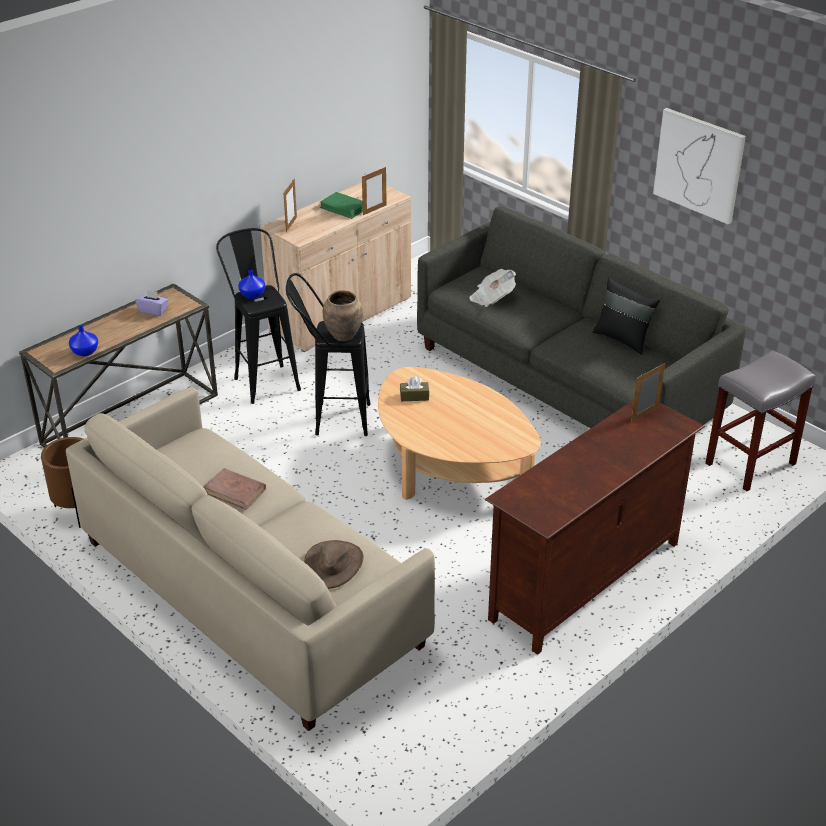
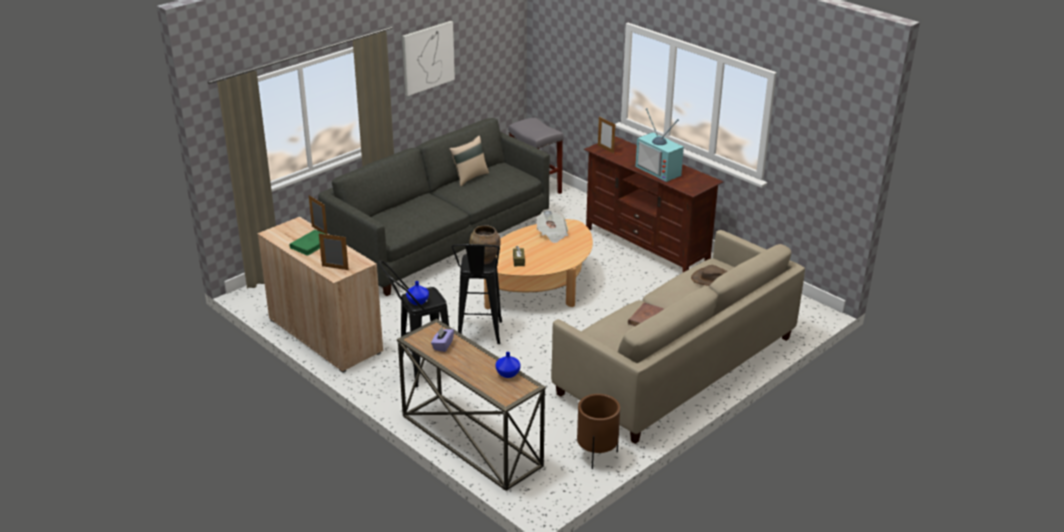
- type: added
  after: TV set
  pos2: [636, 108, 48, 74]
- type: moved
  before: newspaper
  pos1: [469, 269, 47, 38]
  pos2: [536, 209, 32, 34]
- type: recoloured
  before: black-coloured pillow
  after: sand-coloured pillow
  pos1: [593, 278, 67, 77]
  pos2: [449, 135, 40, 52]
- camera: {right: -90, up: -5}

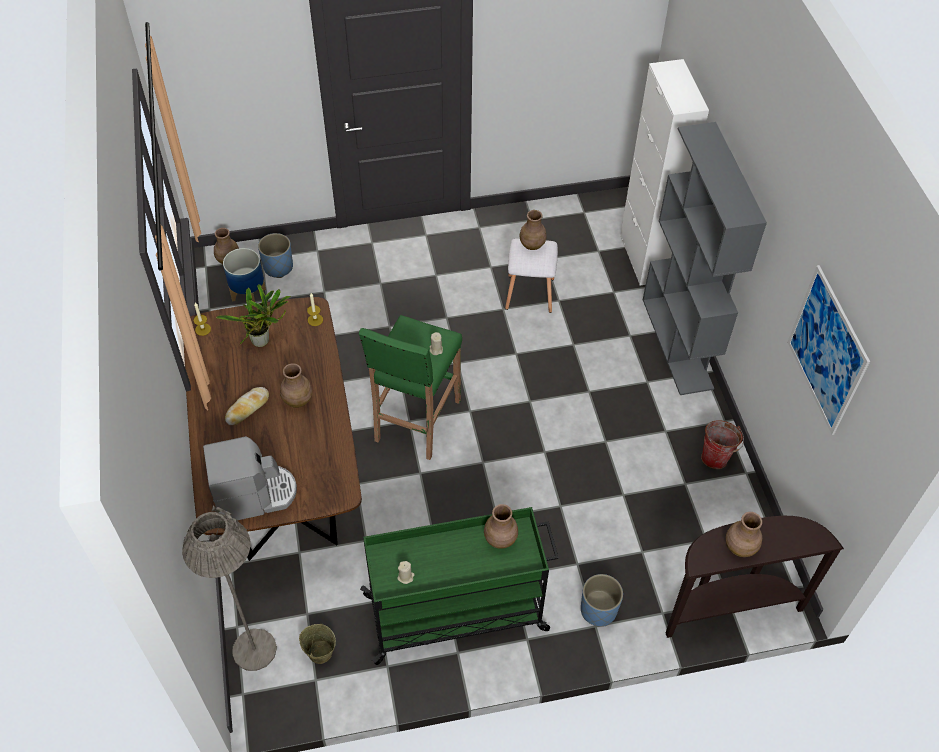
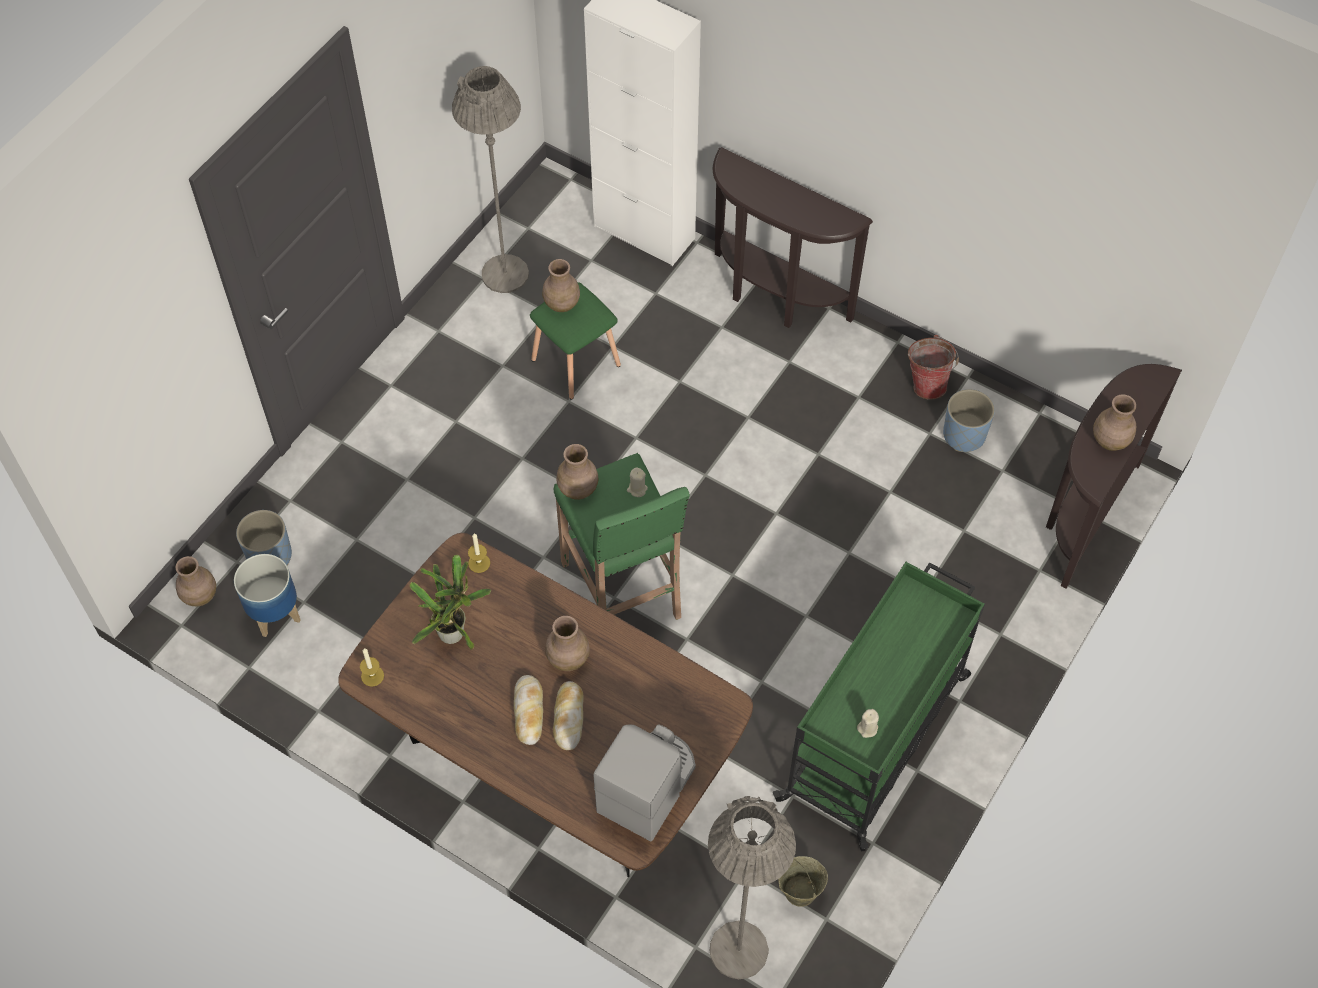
- type: removed
  before: wall picture
  pos1: [788, 265, 82, 170]
- type: added
  after: greyish standard lamp
  pos2: [452, 66, 77, 227]
- type: added
  after: bread
  pos2: [553, 681, 31, 69]
- type: moved
  before: brown-coloured flower vase
  pos1: [484, 504, 34, 45]
  pos2: [556, 444, 43, 56]
- type: moved
  before: blue flower pot
  pos1: [581, 574, 42, 53]
  pos2: [943, 389, 52, 63]
- type: replaced
  before: greyish shelving unit
  after: brown-coloured console table
  pos1: [643, 122, 124, 273]
  pos2: [713, 147, 160, 181]
- type: recoloured
  before: whitish sitting stool
  after: green-coloured sitting stool
  pos1: [505, 238, 53, 75]
  pos2: [530, 282, 91, 117]
- camera: {right: -45, up: 5}

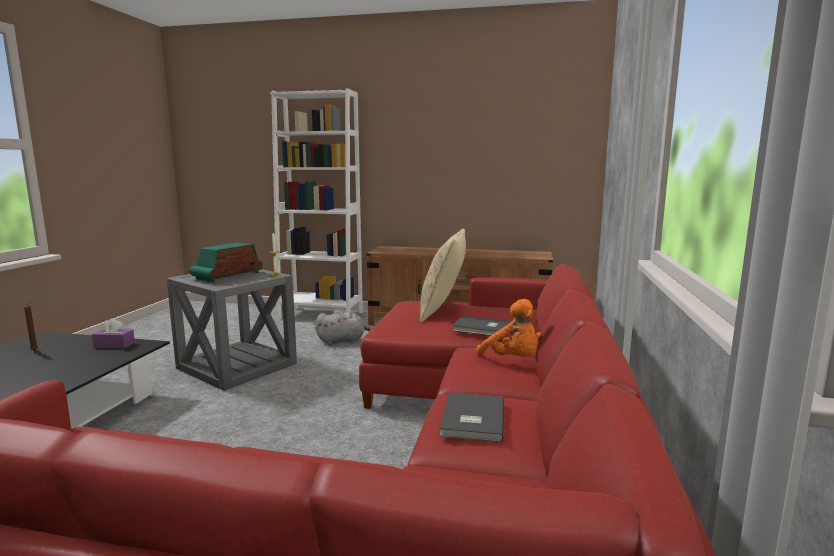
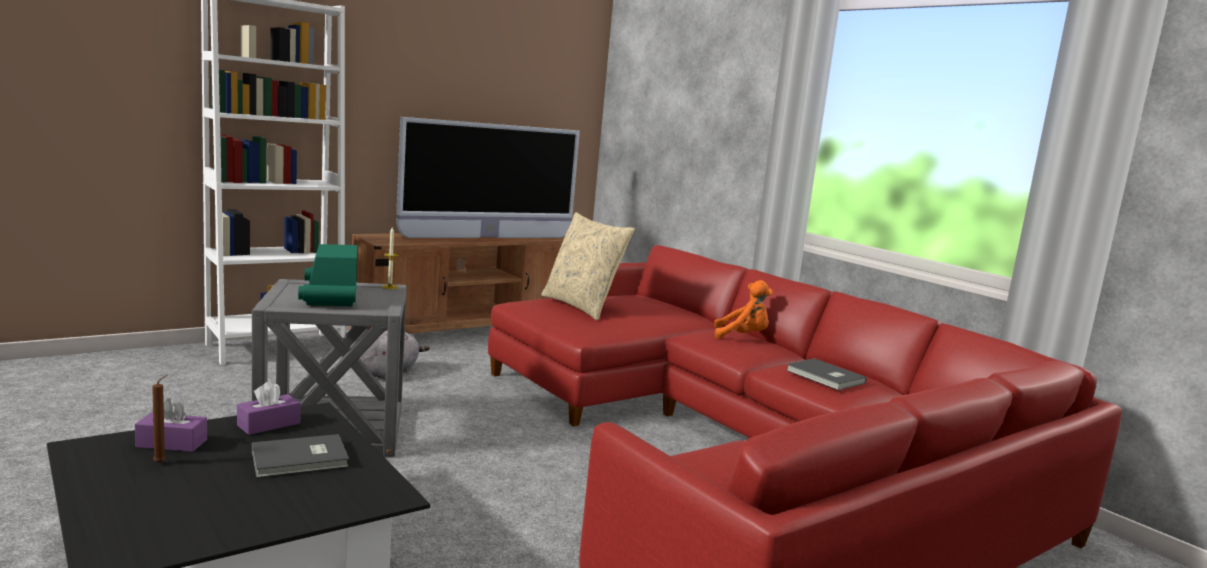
- type: added
  after: purple tissue box
  pos2: [135, 398, 72, 54]
- type: added
  after: TV set
  pos2: [396, 117, 184, 121]
- type: moved
  before: greyish volume
  pos1: [452, 316, 60, 21]
  pos2: [252, 434, 97, 44]
- camera: {right: -50, up: 0}

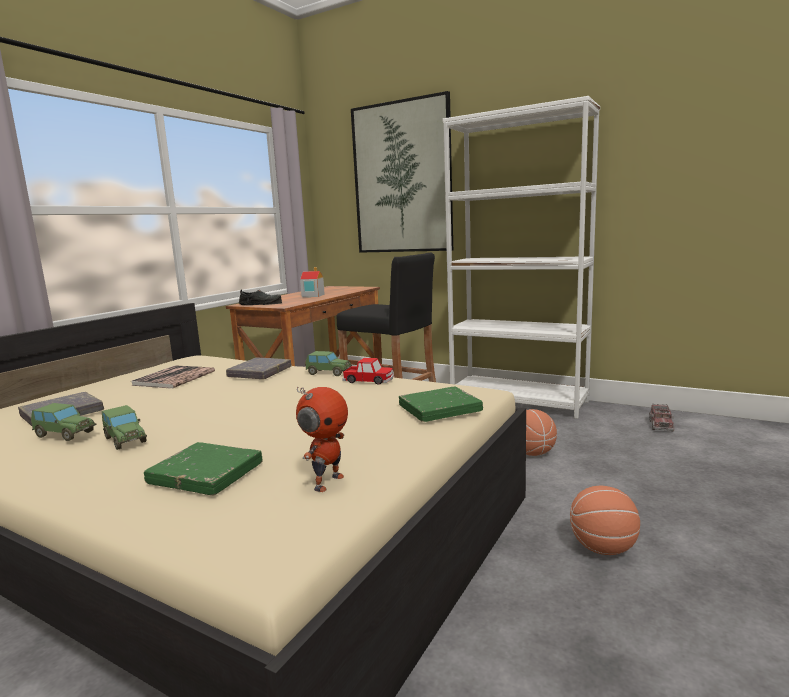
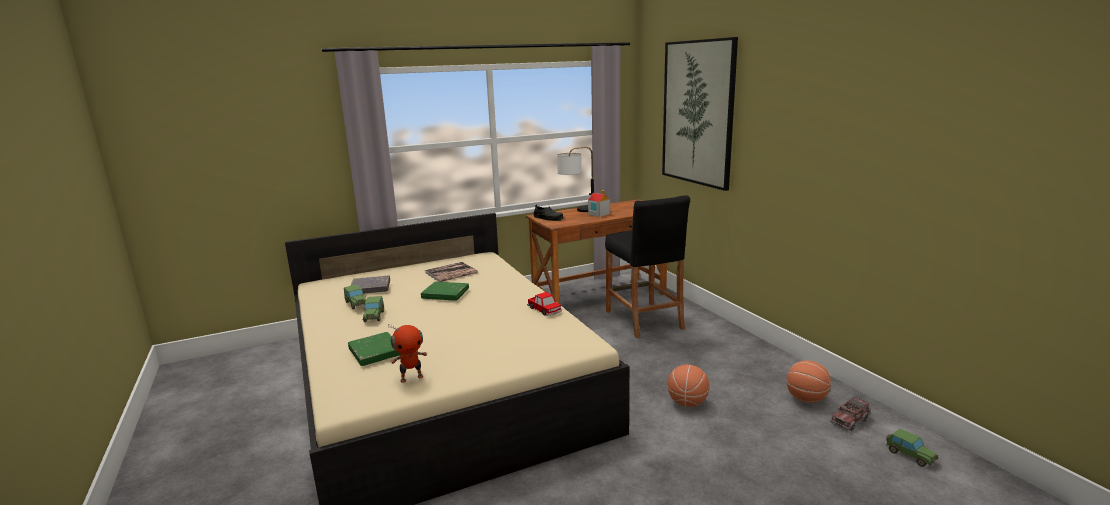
- type: removed
  before: greyish volume
  pos1: [226, 357, 65, 22]
- type: removed
  before: whitish shelving unit
  pos1: [442, 96, 158, 323]
- type: added
  after: lamp for a table
  pos2: [557, 147, 37, 65]
- type: moved
  before: toy car
  pos1: [305, 351, 47, 25]
  pos2: [886, 429, 53, 38]
- type: moved
  before: green-coloured volume
  pos1: [399, 387, 84, 35]
  pos2: [421, 282, 48, 19]
- type: moved
  before: ball for basketball
  pos1: [570, 486, 70, 69]
  pos2: [786, 361, 45, 42]
- camera: {right: 35, up: 5}

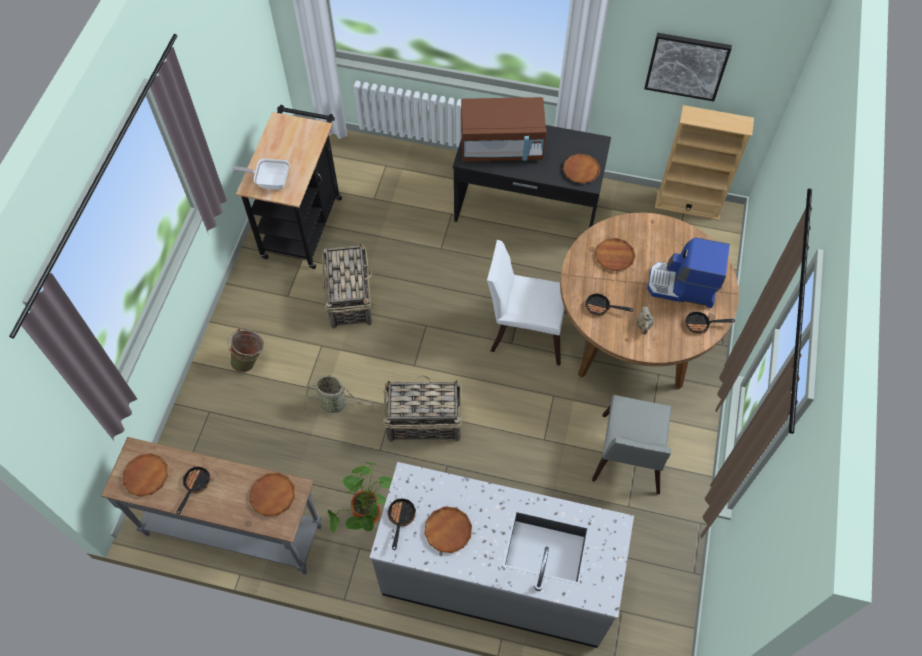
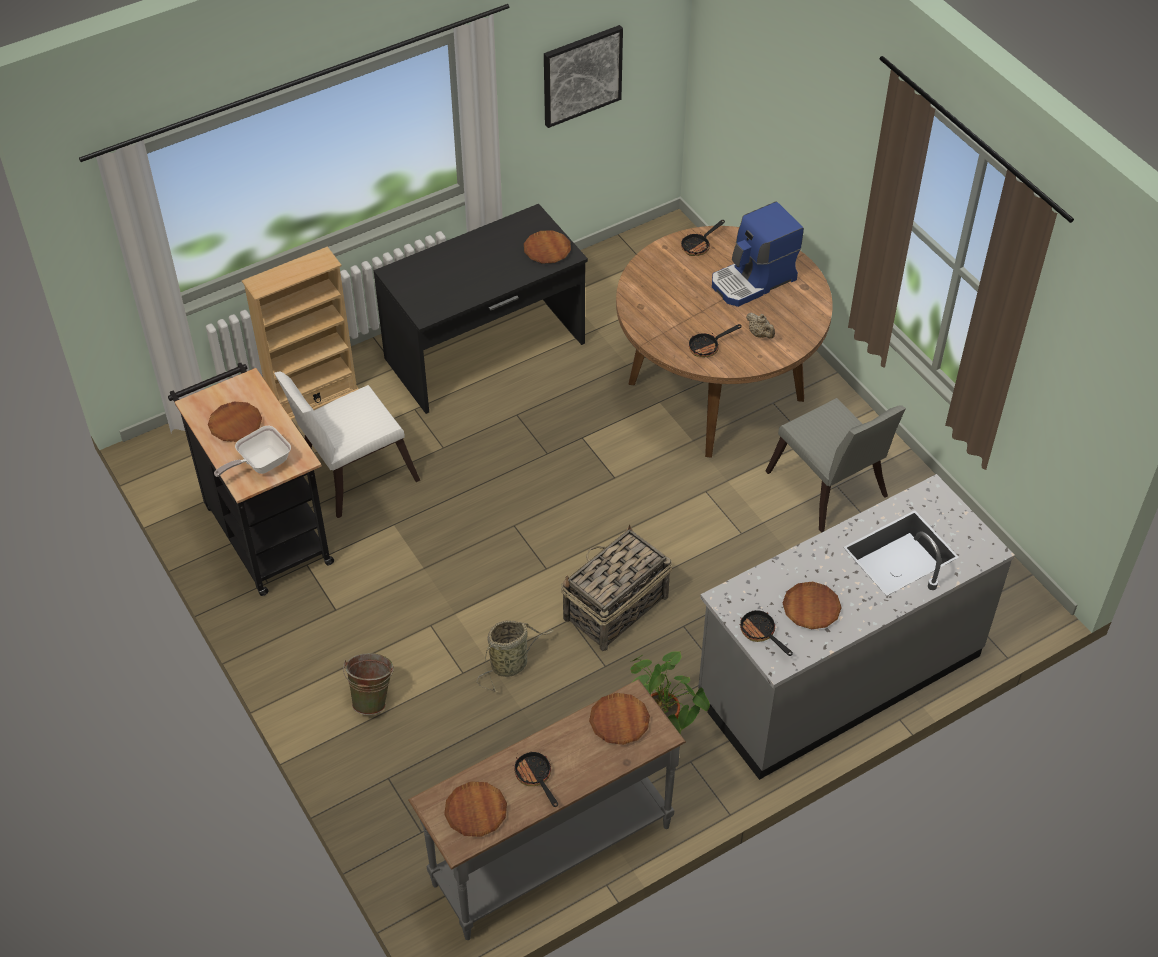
- type: removed
  before: household basket
  pos1: [322, 243, 51, 86]
- type: removed
  before: brown-coloured microwave oven
  pos1: [461, 97, 86, 65]
- type: moved
  before: whitish upright chair
  pos1: [487, 240, 80, 126]
  pos2: [274, 371, 146, 147]
- type: moved
  before: brown-coloured dinner plate
  pos1: [595, 238, 40, 33]
  pos2: [208, 402, 54, 40]
- type: moved
  before: sand-coloured shelving unit
  pos1: [655, 105, 99, 115]
  pos2: [242, 246, 117, 174]
- type: moved
  before: frying pan
  pos1: [685, 311, 50, 23]
  pos2: [681, 220, 44, 36]
- camera: {right: -45, up: -10}

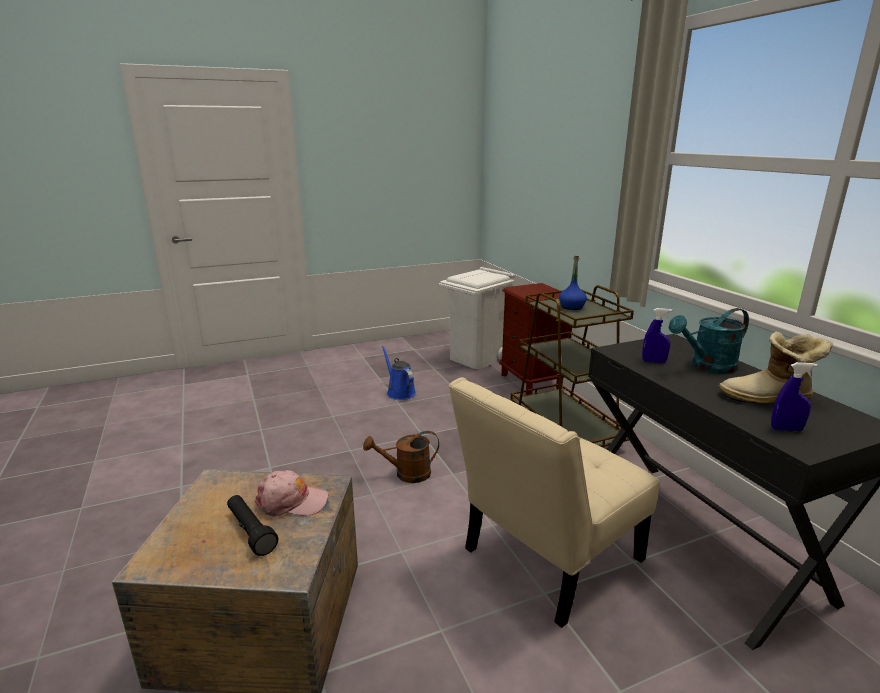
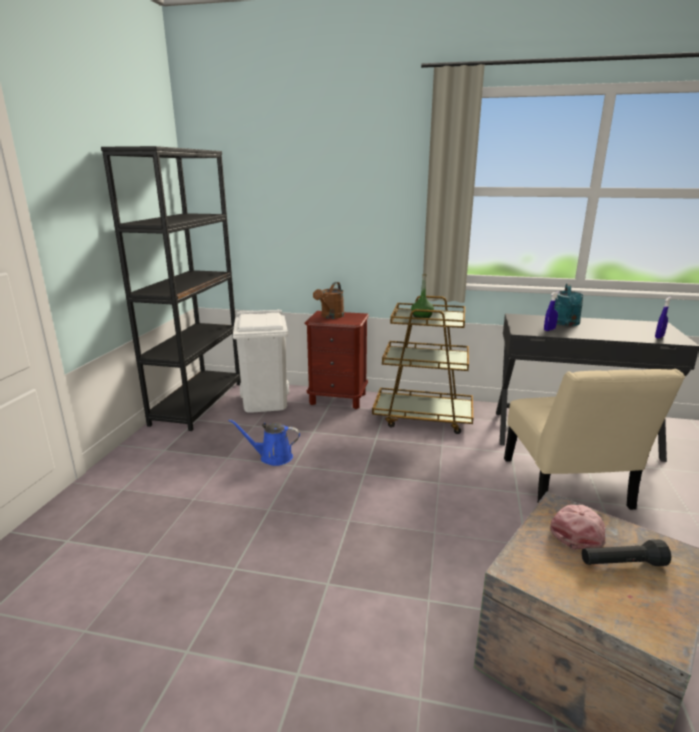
- type: removed
  before: tall boot
  pos1: [719, 332, 114, 72]
- type: added
  after: black-coloured shelving unit
  pos2: [101, 146, 140, 285]
- type: moved
  before: brown-coloured watering pot
  pos1: [363, 431, 76, 52]
  pos2: [313, 282, 31, 37]
- type: recoloured
  before: blue bottle
  after: green-coloured bottle
  pos1: [559, 256, 28, 54]
  pos2: [411, 274, 23, 44]
- camera: {right: -55, up: 0}

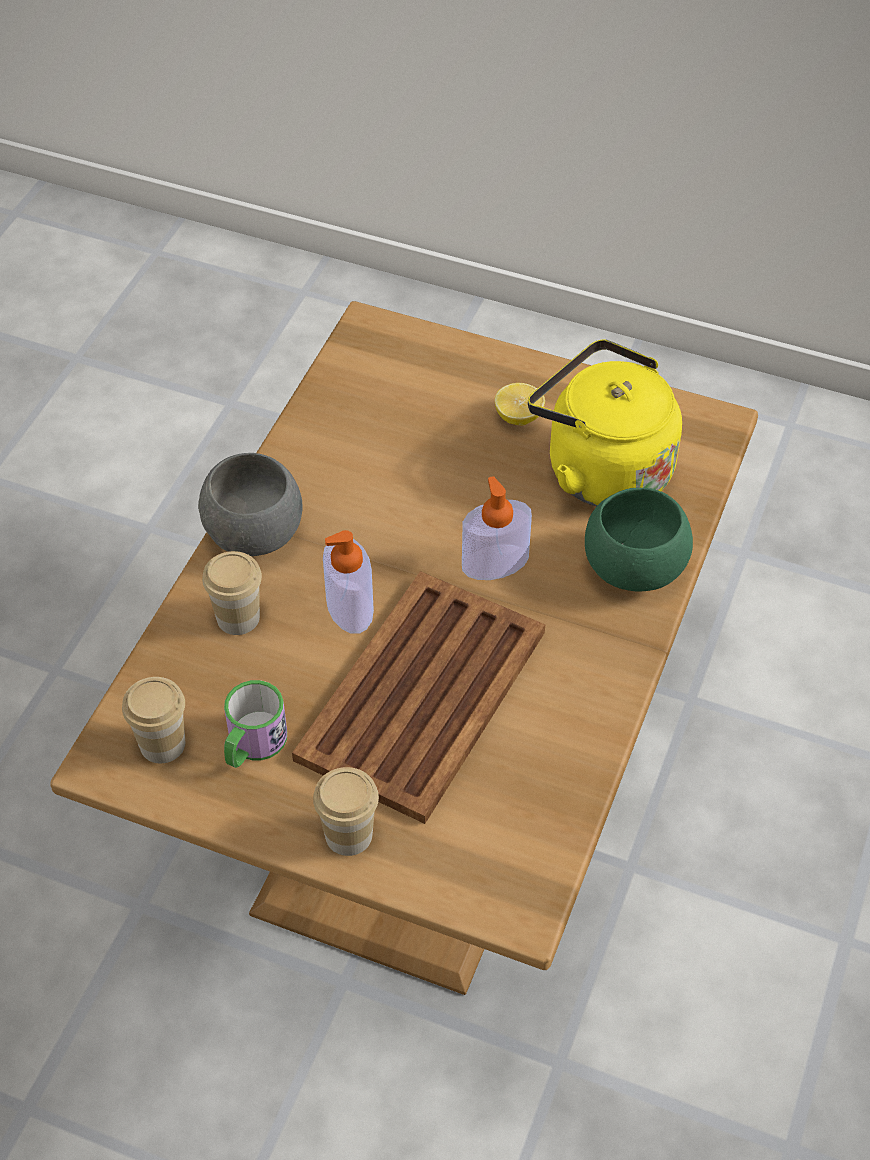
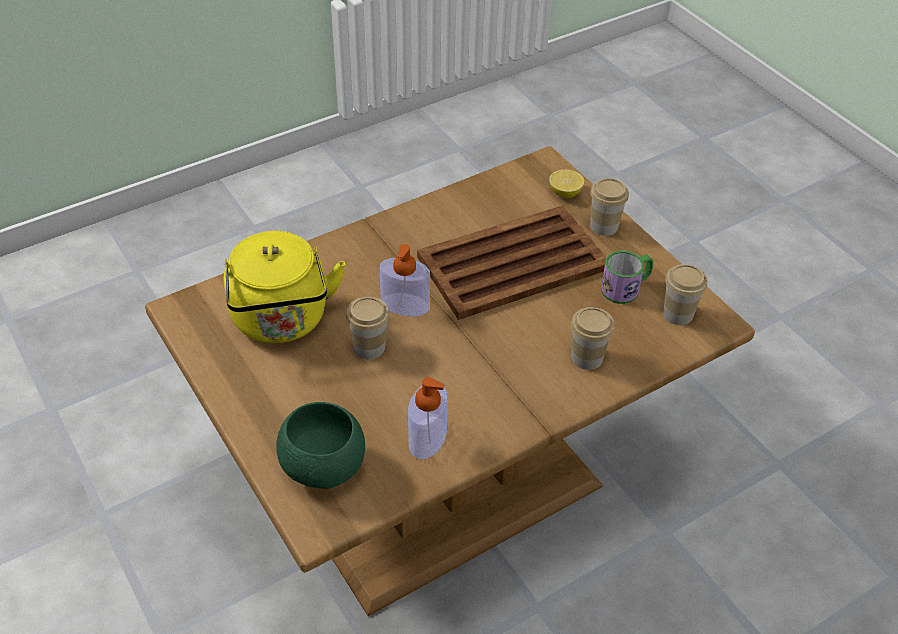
- type: removed
  before: greyish serving bowl
  pos1: [198, 453, 105, 103]
- type: added
  after: drinking cup
  pos2: [346, 297, 44, 62]
- type: moved
  before: liquid soap bottle
  pos1: [323, 530, 51, 104]
  pos2: [408, 377, 40, 82]
- type: moved
  before: citrus fruit
  pos1: [495, 383, 50, 43]
  pos2: [549, 169, 35, 29]
- type: moved
  before: green-coloured serving bowl
  pos1: [585, 488, 108, 104]
  pos2: [276, 402, 89, 87]
- camera: {right: -145, up: -5}

